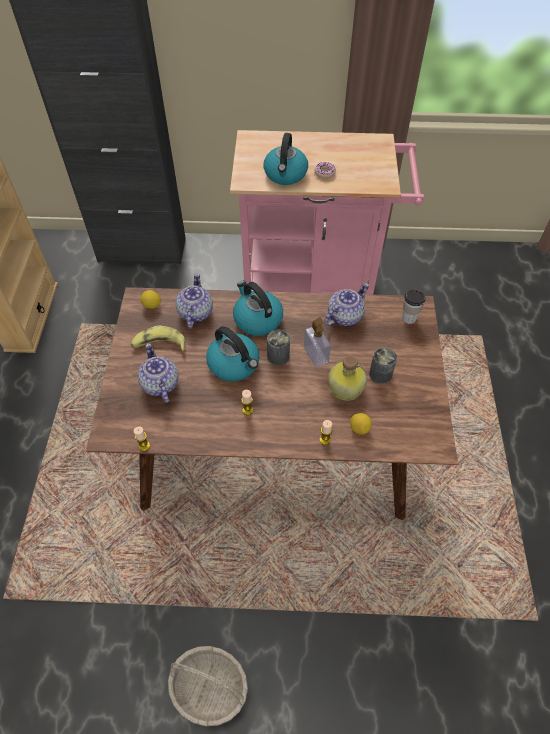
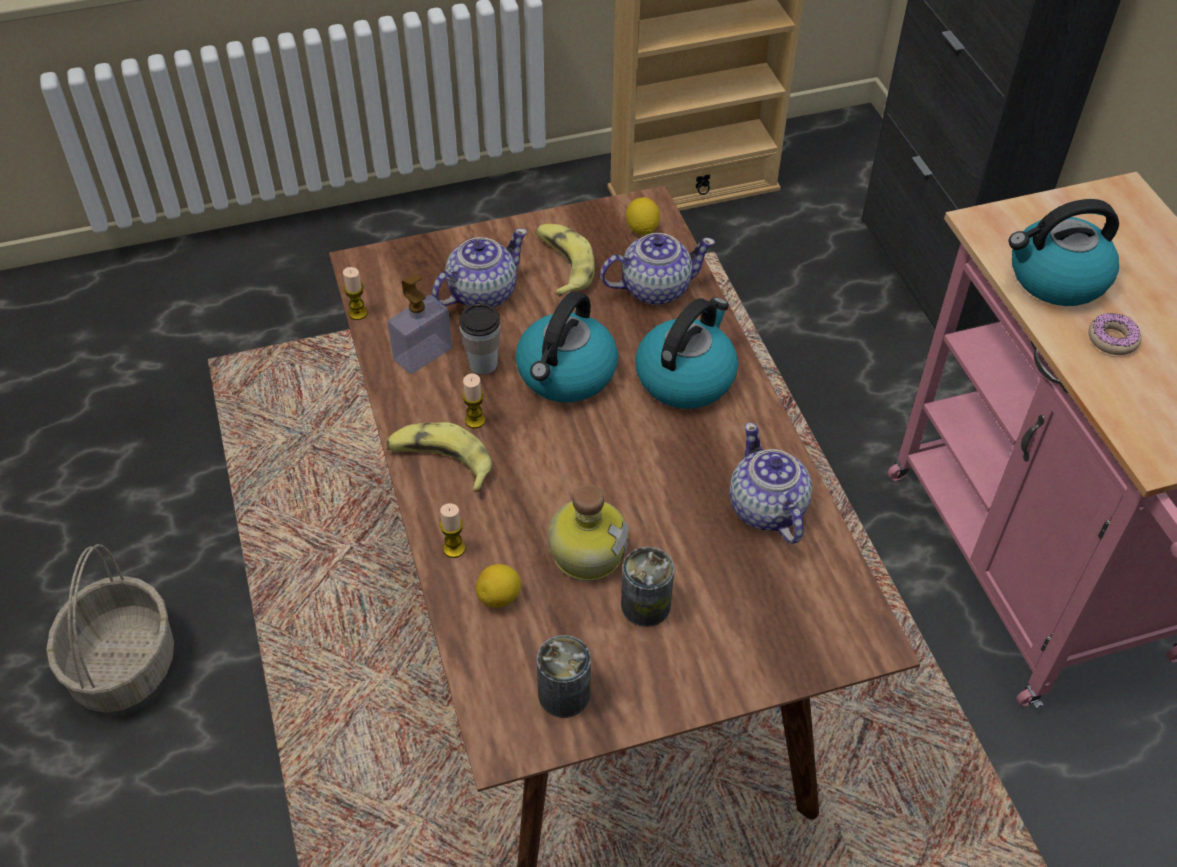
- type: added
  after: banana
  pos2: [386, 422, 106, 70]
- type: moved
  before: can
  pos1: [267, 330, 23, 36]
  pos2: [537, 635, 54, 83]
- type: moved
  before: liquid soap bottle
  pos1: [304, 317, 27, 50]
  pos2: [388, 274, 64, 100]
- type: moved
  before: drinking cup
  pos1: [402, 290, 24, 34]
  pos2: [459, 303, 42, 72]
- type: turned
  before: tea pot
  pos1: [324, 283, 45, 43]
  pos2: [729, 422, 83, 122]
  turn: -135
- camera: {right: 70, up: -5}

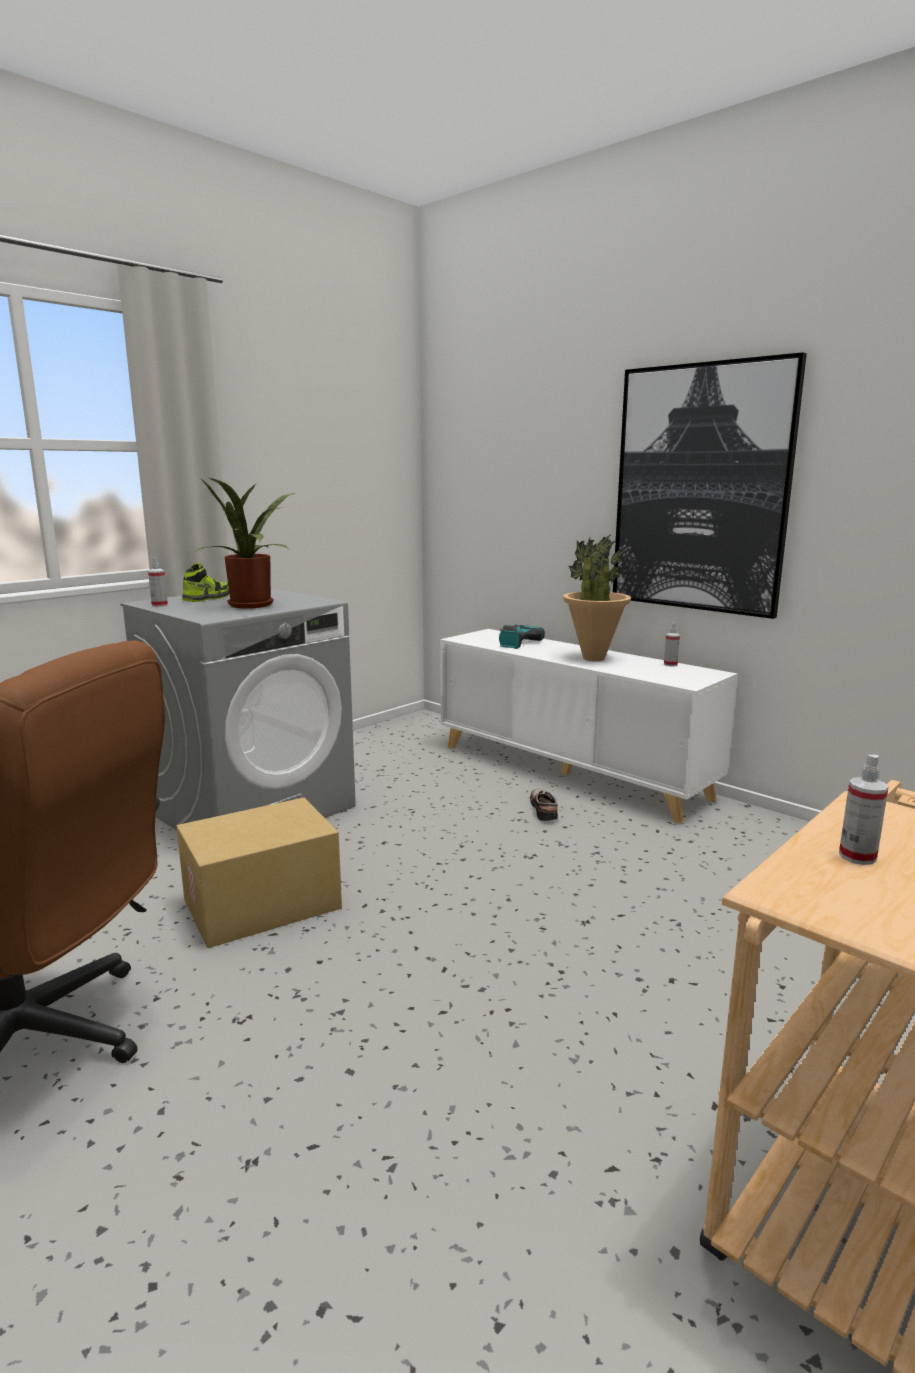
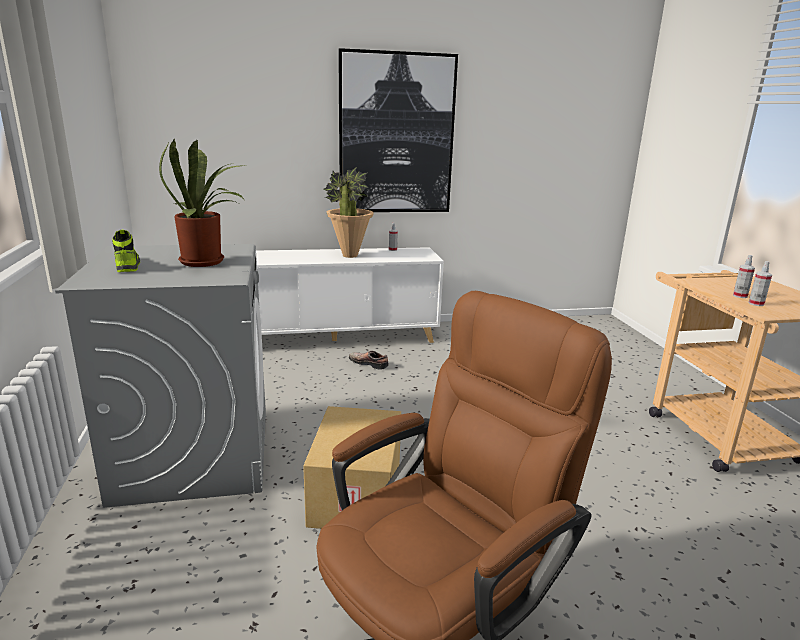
- type: removed
  before: power drill
  pos1: [499, 625, 46, 24]
- type: moved
  before: spray bottle
  pos1: [148, 557, 20, 50]
  pos2: [748, 261, 24, 45]
- camera: {right: -55, up: 5}

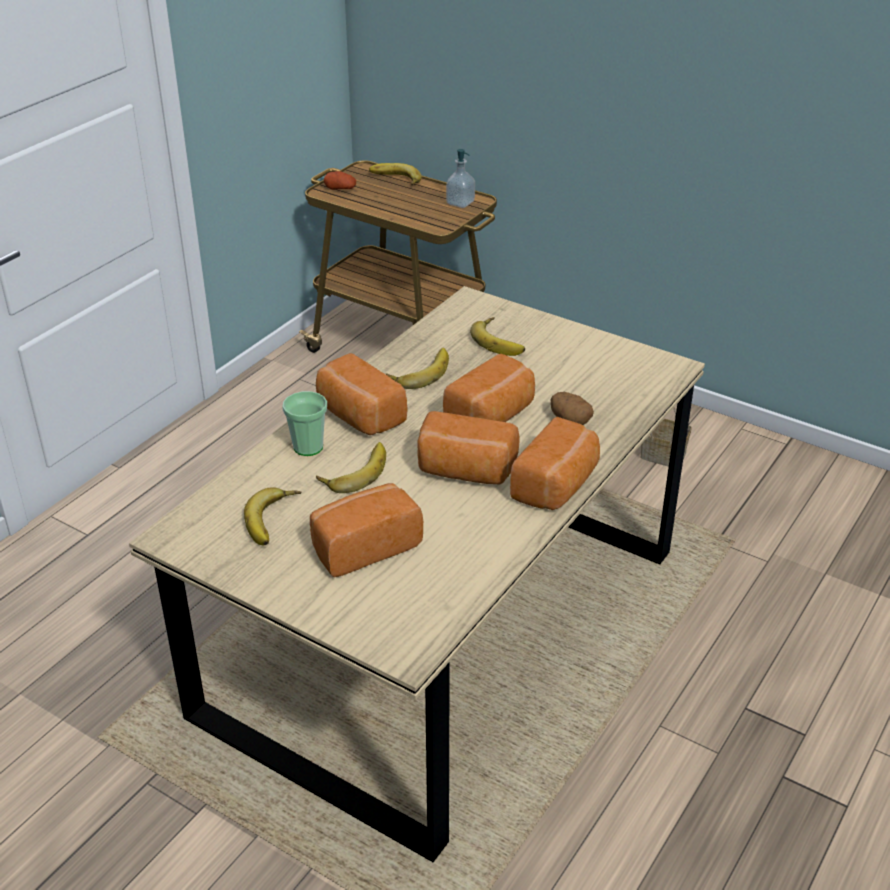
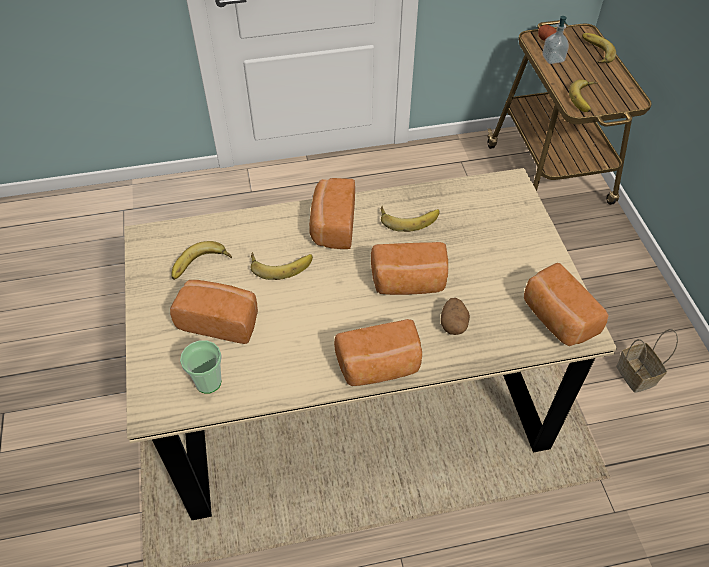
- type: moved
  before: drinking cup
  pos1: [282, 391, 45, 65]
  pos2: [180, 340, 42, 54]
- type: moved
  before: bread
  pos1: [417, 411, 102, 73]
  pos2: [524, 263, 85, 83]
- type: moved
  before: liquid soap bottle
  pos1: [446, 149, 29, 59]
  pos2: [542, 16, 27, 48]
- type: moved
  before: banana
  pos1: [470, 317, 55, 39]
  pos2: [569, 79, 29, 33]
- camera: {right: 45, up: 15}

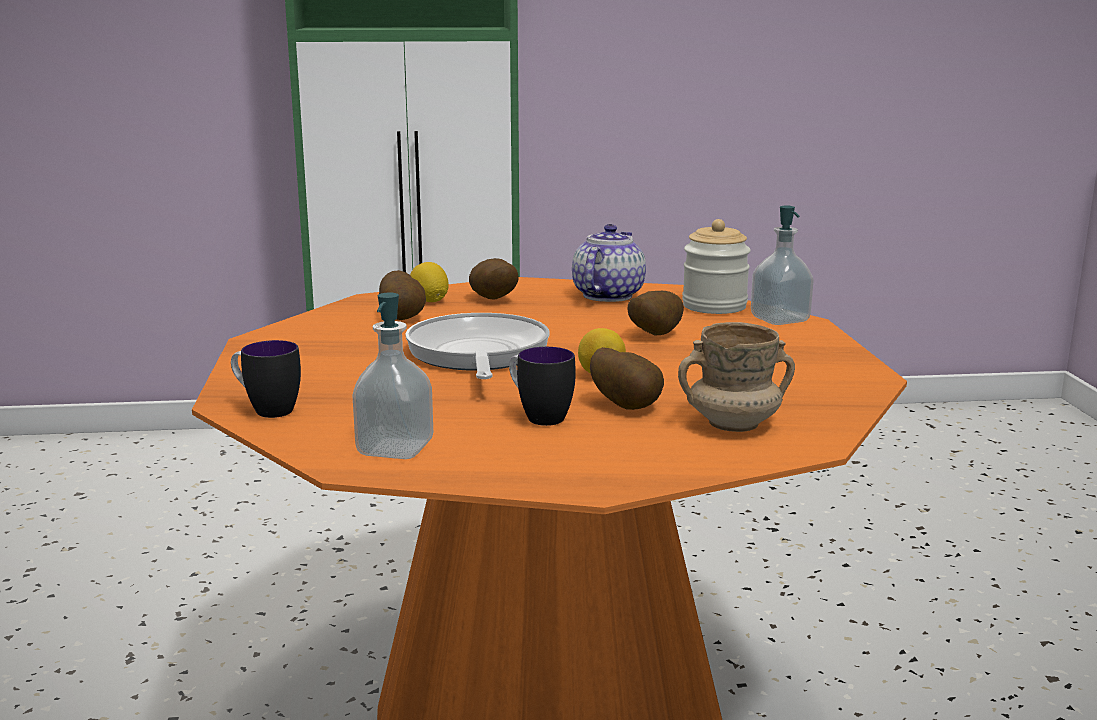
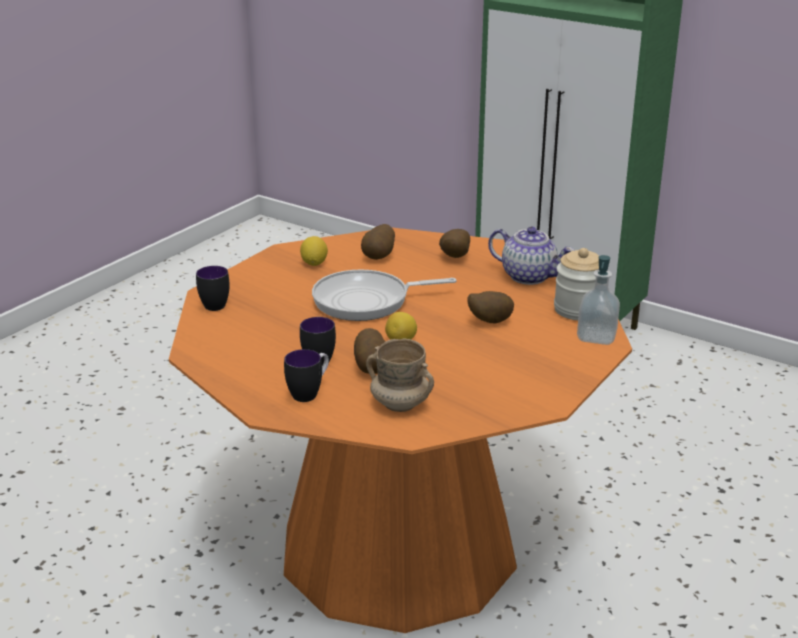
- type: removed
  before: liquid soap bottle
  pos1: [352, 293, 81, 166]
- type: added
  after: tea mug
  pos2: [284, 349, 45, 53]
- type: moved
  before: citrus fruit
  pos1: [410, 262, 39, 40]
  pos2: [300, 236, 28, 30]
- type: turned
  before: frying pan
  pos1: [405, 313, 144, 66]
  pos2: [312, 270, 145, 51]
  turn: -135
- type: turned
  before: tea pot
  pos1: [572, 224, 74, 78]
  pos2: [488, 227, 87, 58]
  turn: 60
- camera: {right: 40, up: 10}

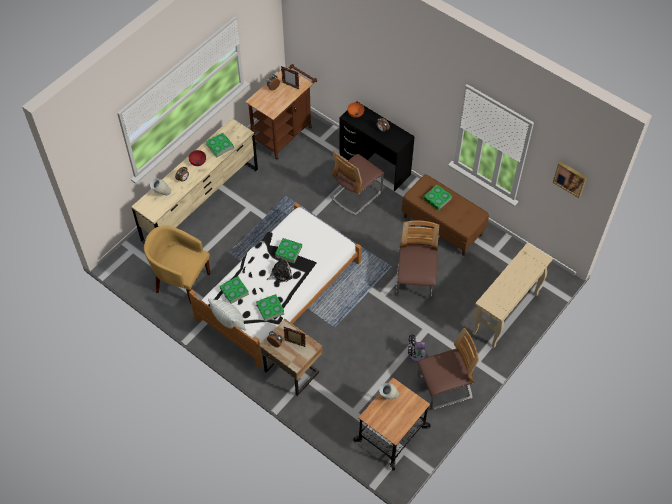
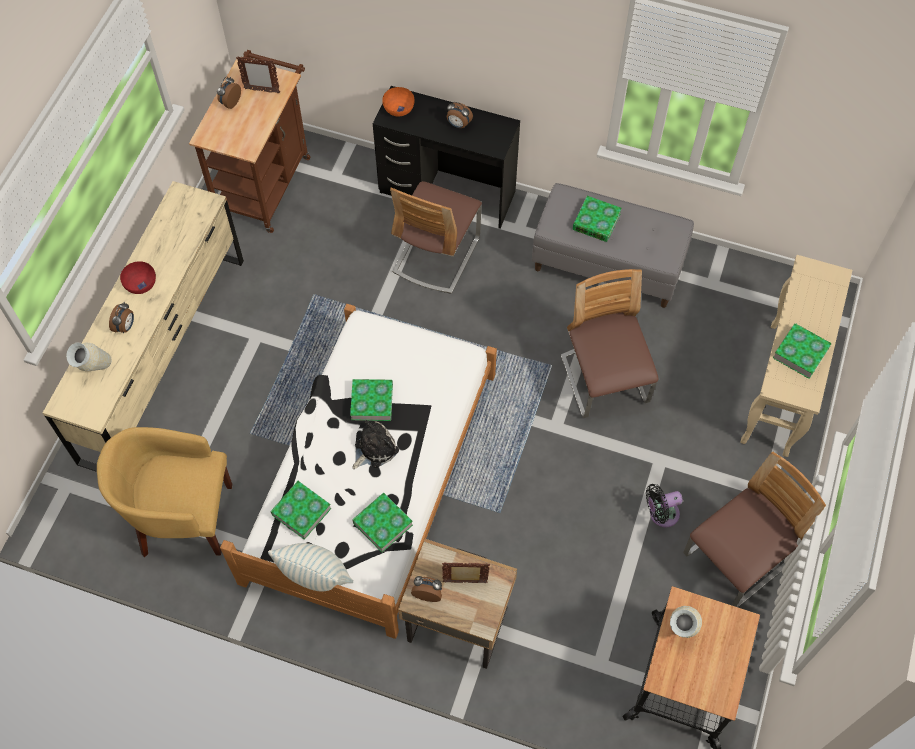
- type: removed
  before: wall picture
  pos1: [553, 162, 34, 36]
- type: moved
  before: volume
  pos1: [206, 133, 28, 25]
  pos2: [773, 323, 59, 56]
- type: recoloured
  before: brown-coloured long seat
  after: greyish long seat
  pos1: [401, 174, 88, 82]
  pos2: [532, 183, 162, 125]
- camera: {right: -20, up: 5}

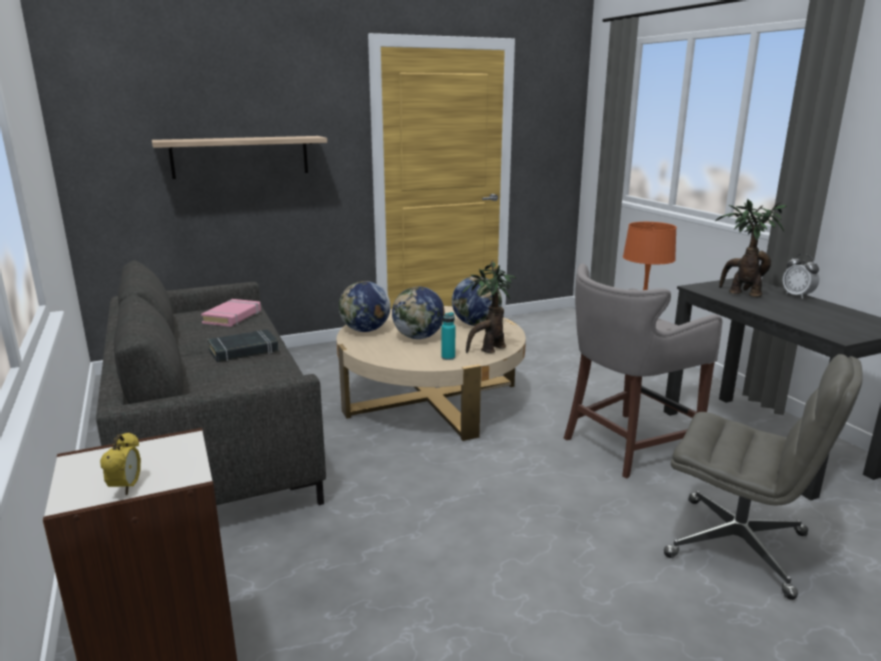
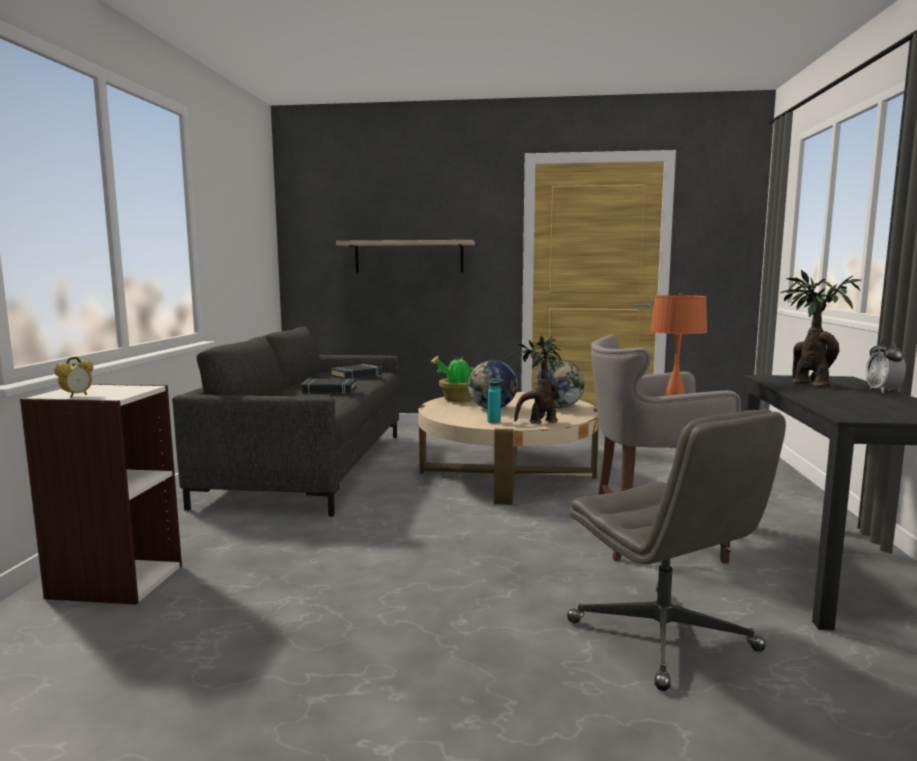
- type: replaced
  before: desk globe
  after: houseplant
  pos1: [339, 281, 52, 51]
  pos2: [431, 355, 43, 47]
- type: recoloured
  before: pink volume
  after: black-coloured volume
  pos1: [201, 299, 60, 28]
  pos2: [330, 364, 52, 15]
- camera: {right: 30, up: -10}

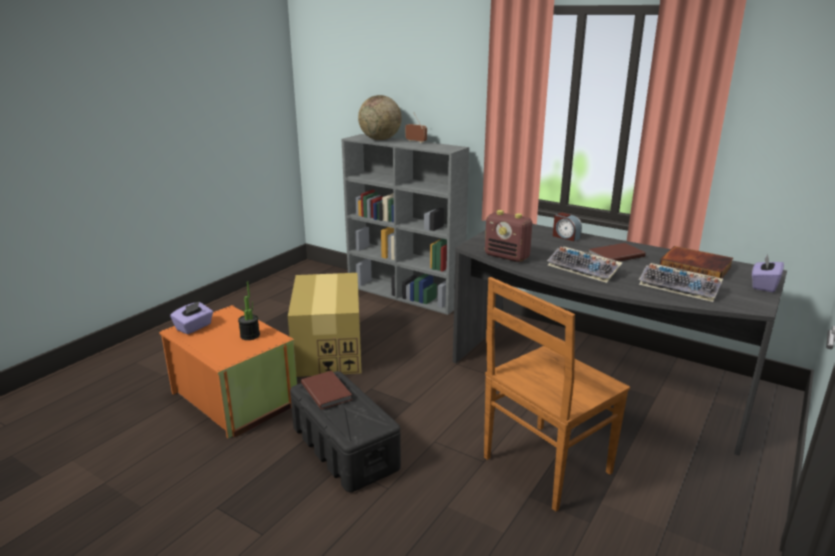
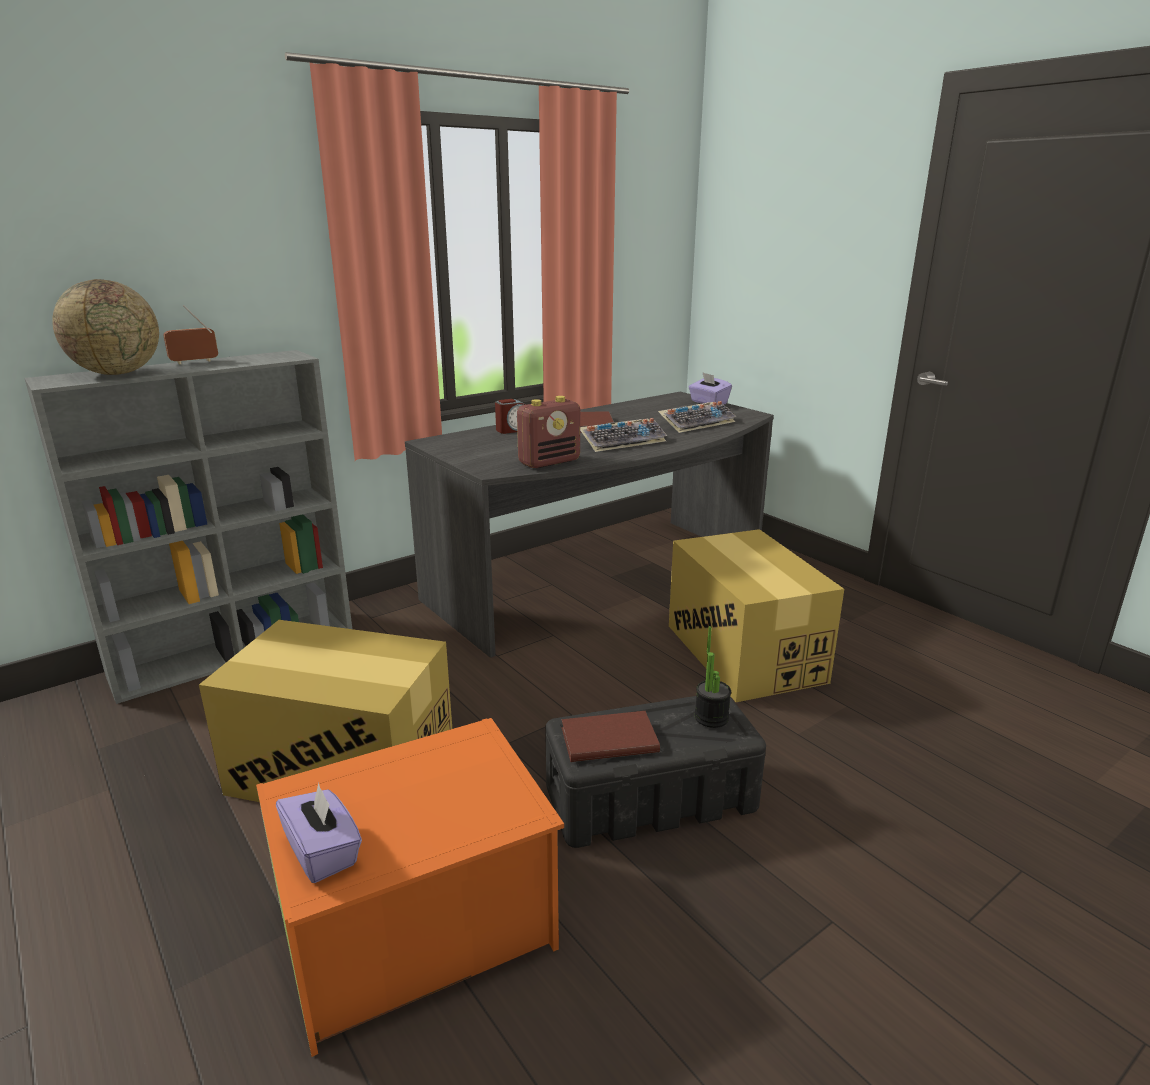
- type: removed
  before: volume
  pos1: [660, 246, 73, 32]
- type: moved
  before: houseplant
  pos1: [238, 281, 22, 59]
  pos2: [694, 626, 37, 102]
- type: replaced
  before: brown-coloured upright chair
  after: carton
  pos1: [484, 277, 146, 234]
  pos2: [669, 529, 175, 173]
- camera: {right: -70, up: 0}

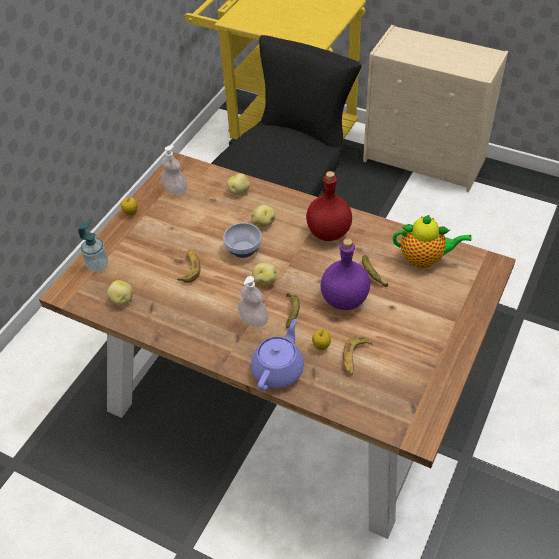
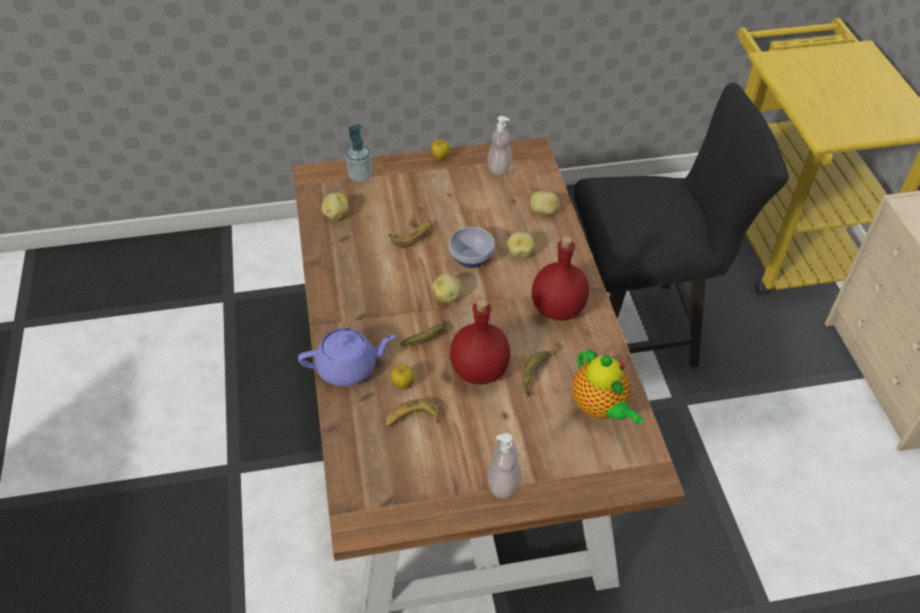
- type: moved
  before: liquid soap bottle
  pos1: [238, 276, 31, 52]
  pos2: [487, 433, 34, 65]
- type: recoloured
  before: purple bottle
  after: red-coloured bottle
  pos1: [320, 238, 50, 72]
  pos2: [450, 298, 60, 86]
- camera: {right: 50, up: 0}

